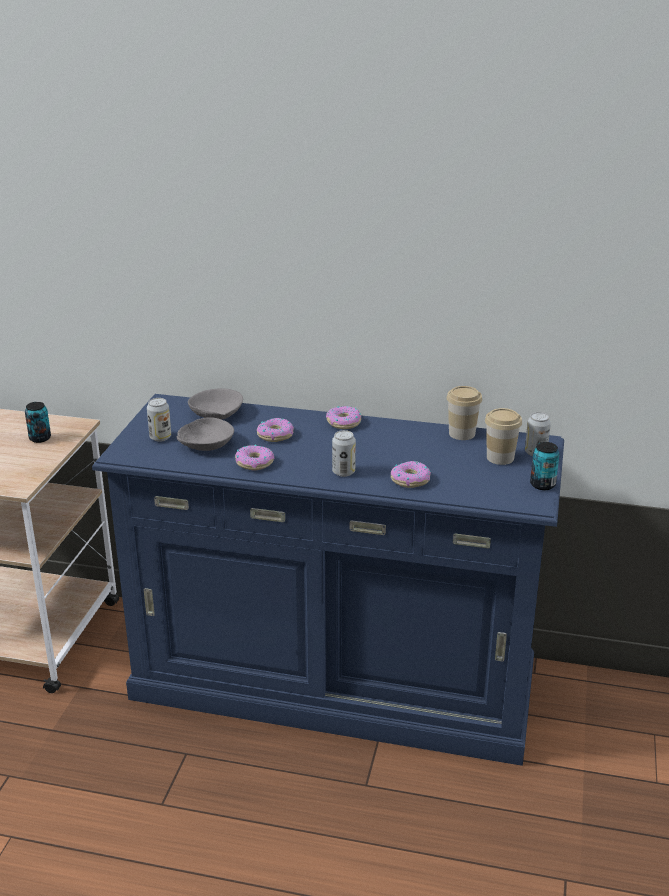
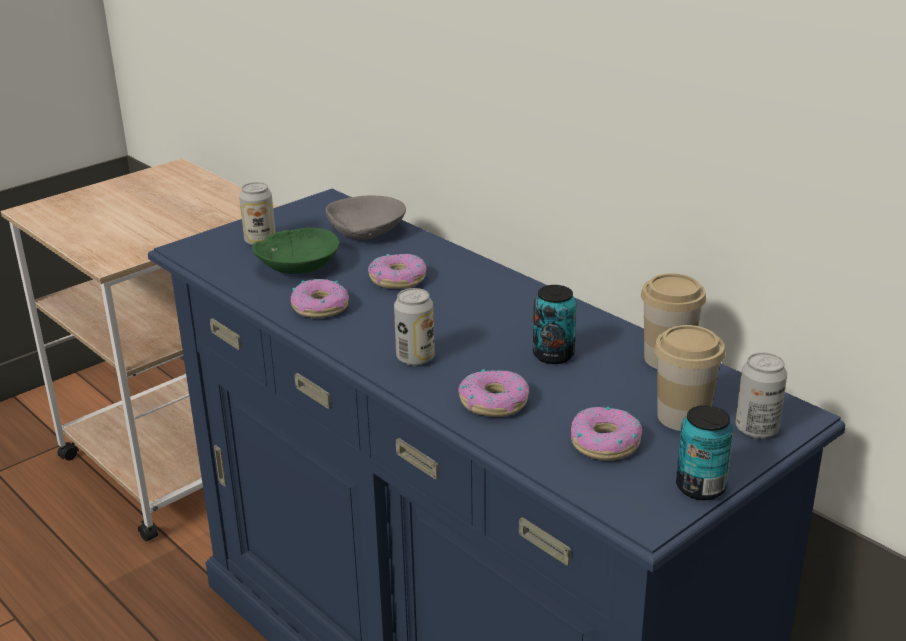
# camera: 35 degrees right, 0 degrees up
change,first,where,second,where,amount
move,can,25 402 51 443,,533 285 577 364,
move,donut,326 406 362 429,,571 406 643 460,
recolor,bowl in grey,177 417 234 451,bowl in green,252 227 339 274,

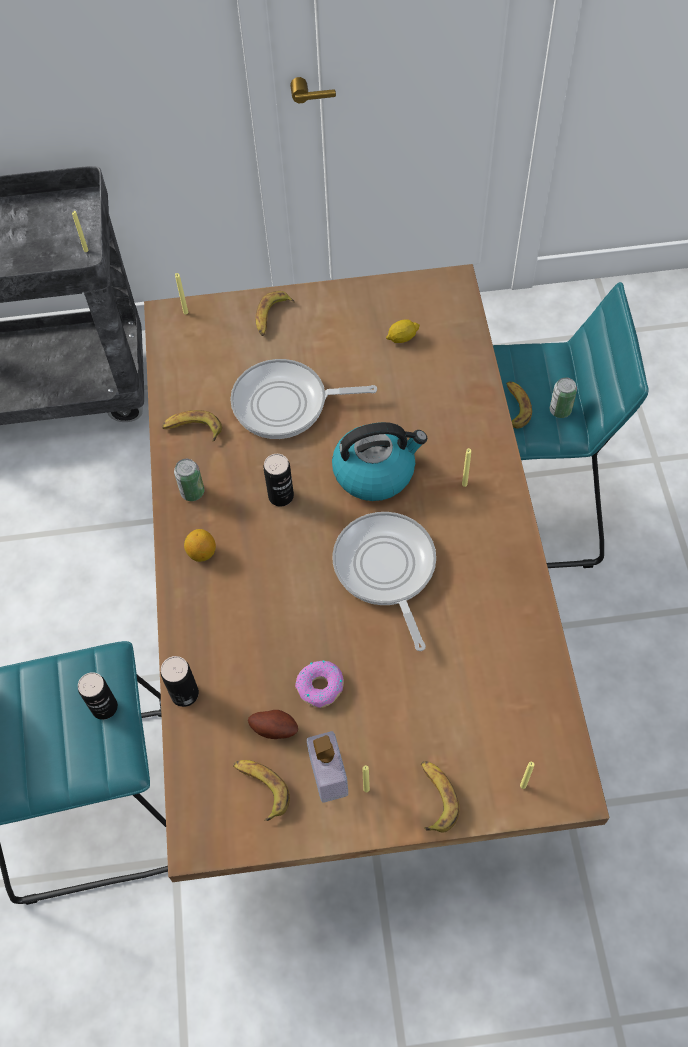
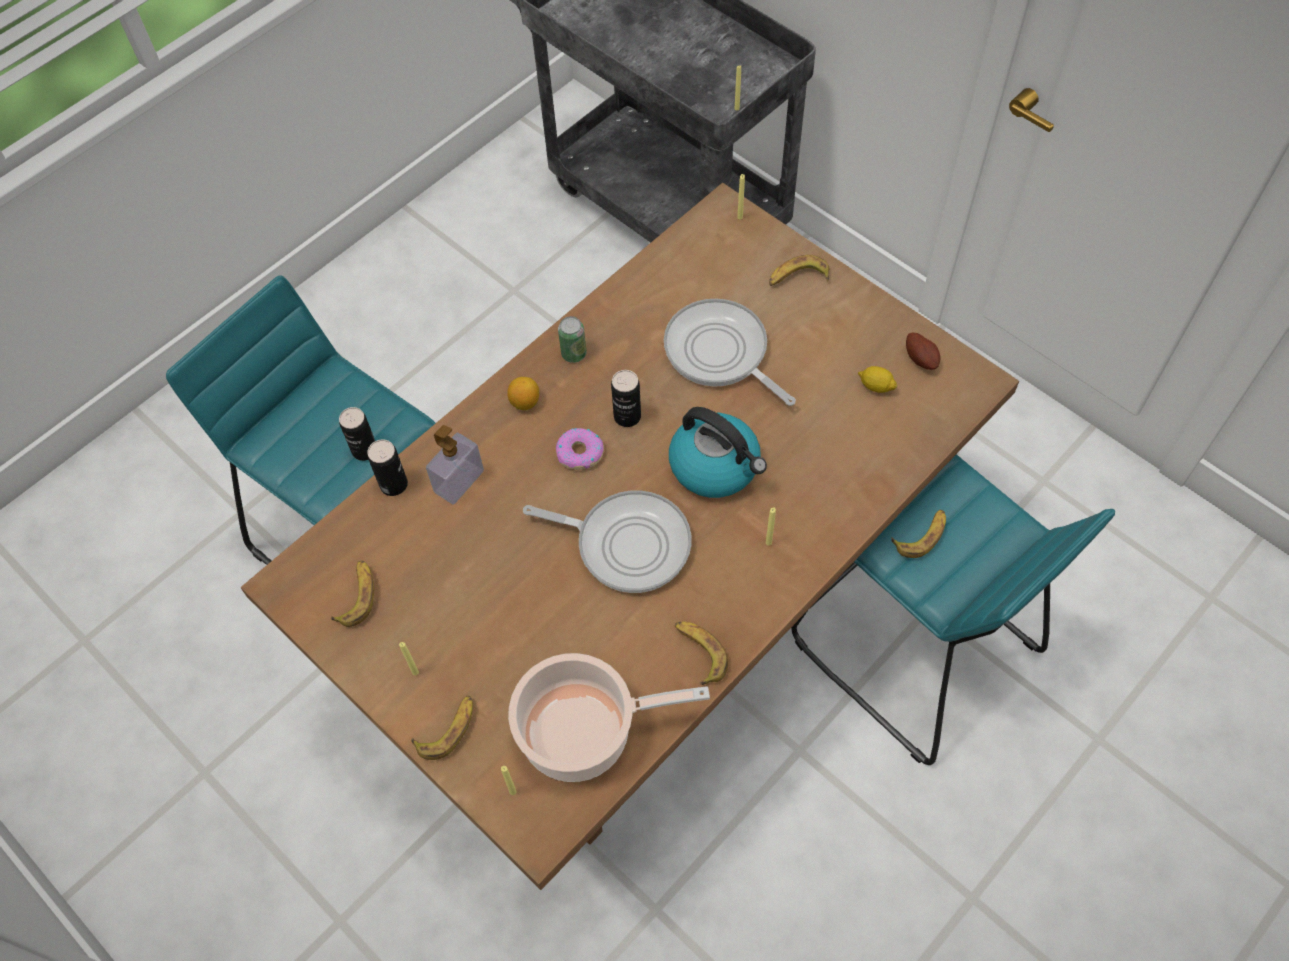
# camera: 50 degrees right, 0 degrees up
change,first,where,second,where,amount
delete,can,550 378 577 418,,,
move,banana,162 410 222 442,,675 622 728 685,
rotate,frying pan,333 512 436 651,,523 490 692 593,75 degrees clockwise
move,donut,295 660 344 708,,556 428 604 470,
move,potato,248 710 298 739,,906 333 940 370,
move,soap dispenser,307 731 348 803,,426 425 484 505,
insert,,,cooking pot,508 653 710 782,

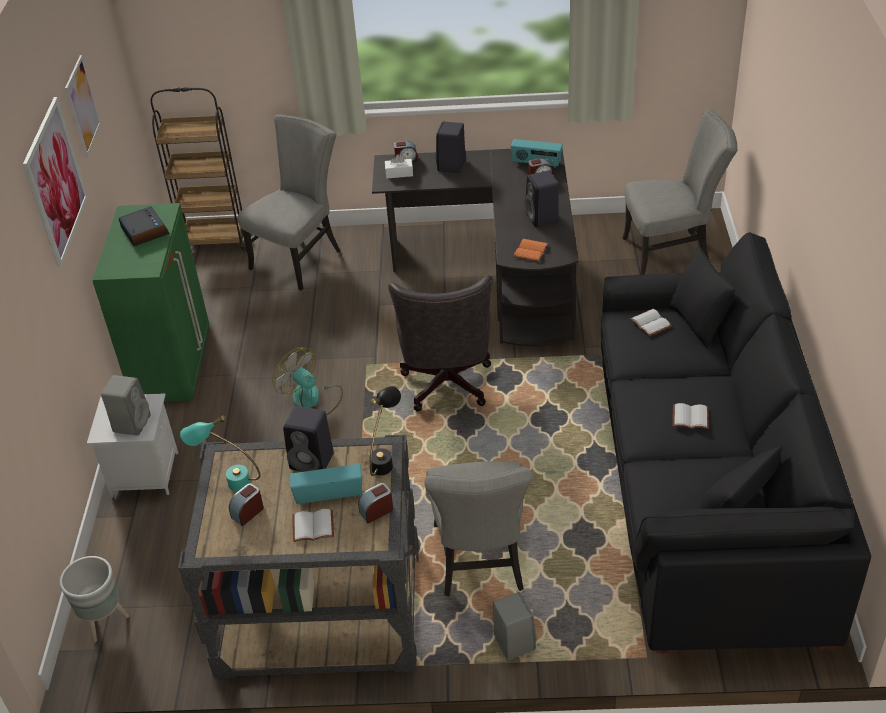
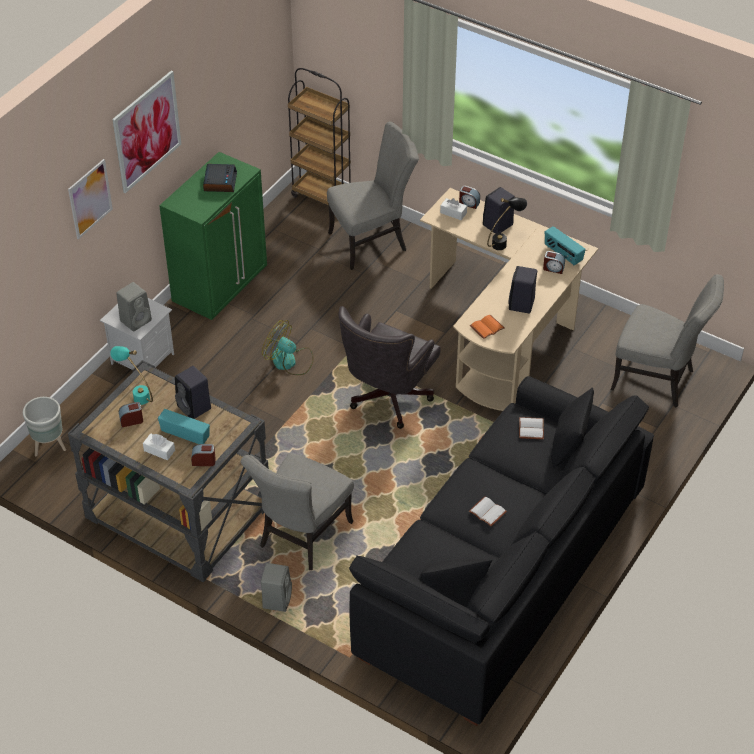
# camera: 30 degrees right, 5 degrees up
change,first,where,second,where,amount
move,picture,65 55 101 157,,68 159 113 239,
recolor,desk in black,372 149 578 346,desk in beige,420 188 598 411,
rotate,fan,272 347 343 416,,262 320 314 375,45 degrees counterclockwise
move,table lamp in black,369 386 401 476,,487 197 527 250,
replace,book in white,293 509 334 542,tissue box in white,143 433 175 460,

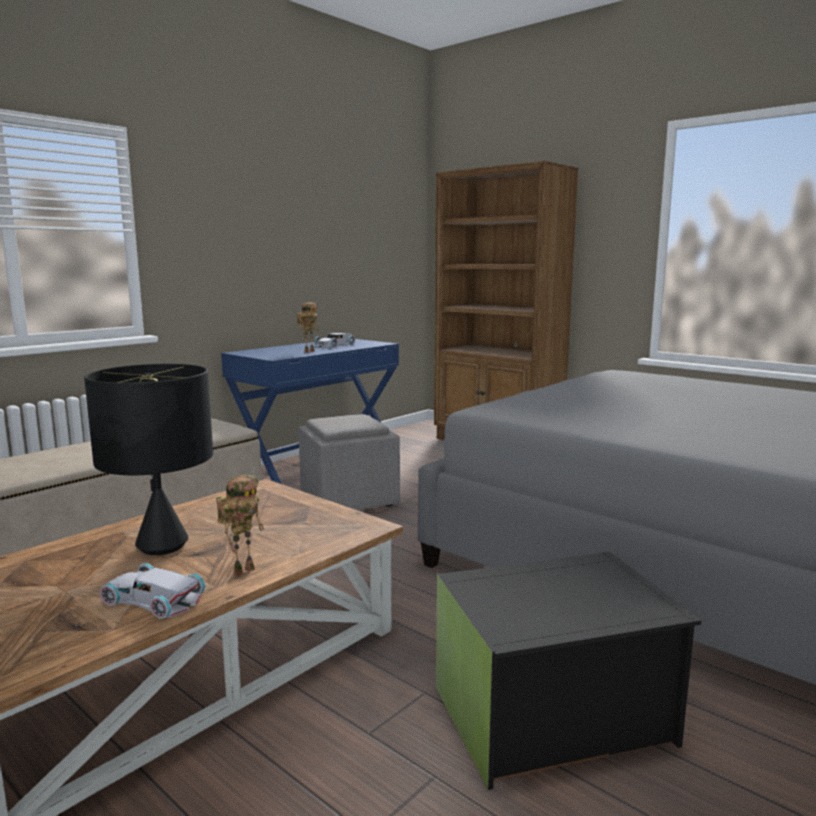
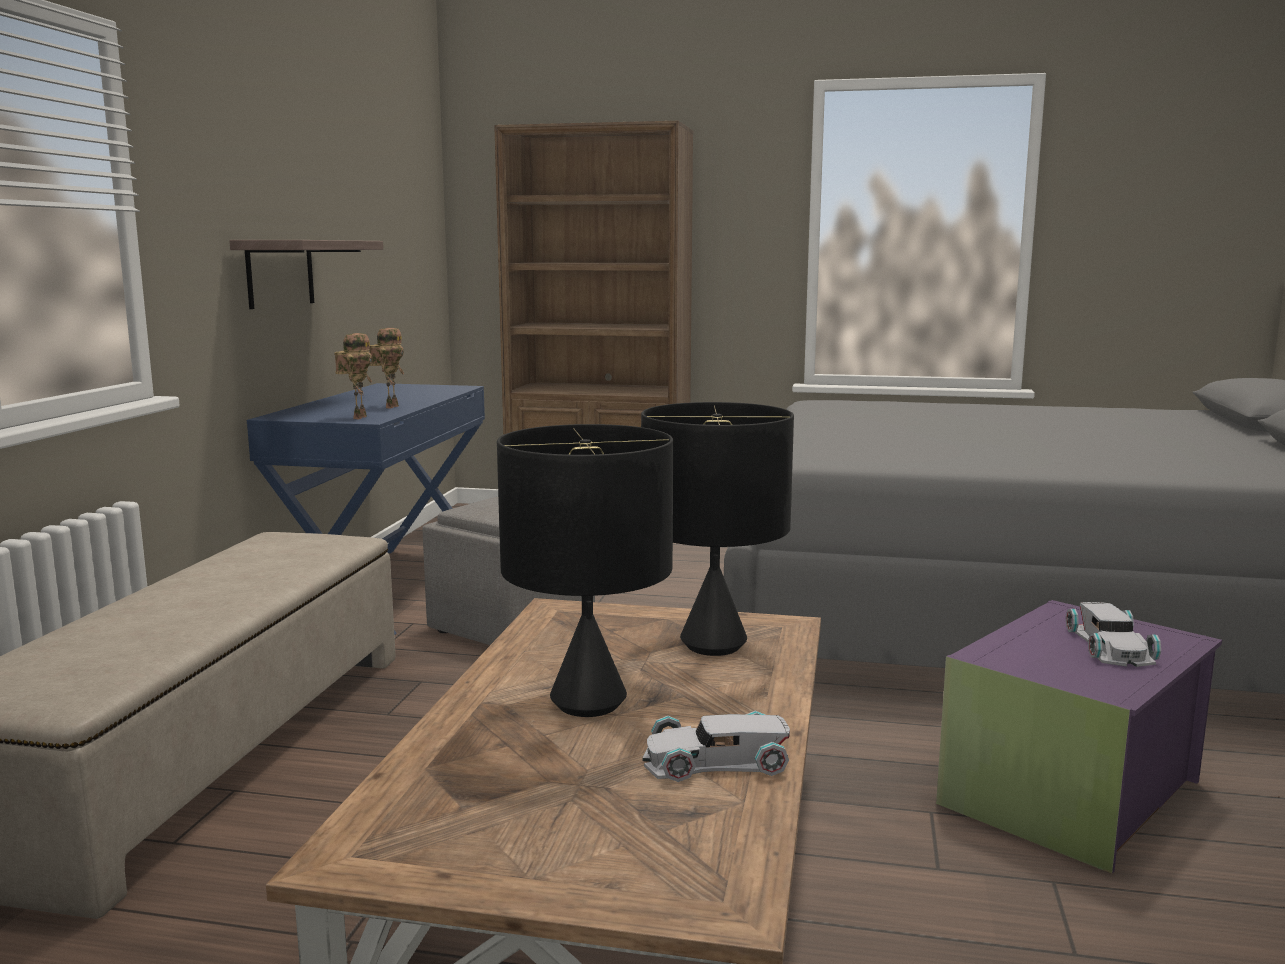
# camera: 30 degrees left, 0 degrees up
change,first,where,second,where,amount
move,toy car in white,314 333 355 348,,1066 602 1161 667,
move,toy robot,216 475 264 577,,334 333 372 419,
recolor,storage box in black,436 552 702 790,storage box in purple,936 600 1222 874,
insert,,,shelf,229 240 383 309,
insert,,,table lamp in black,641 402 794 656,

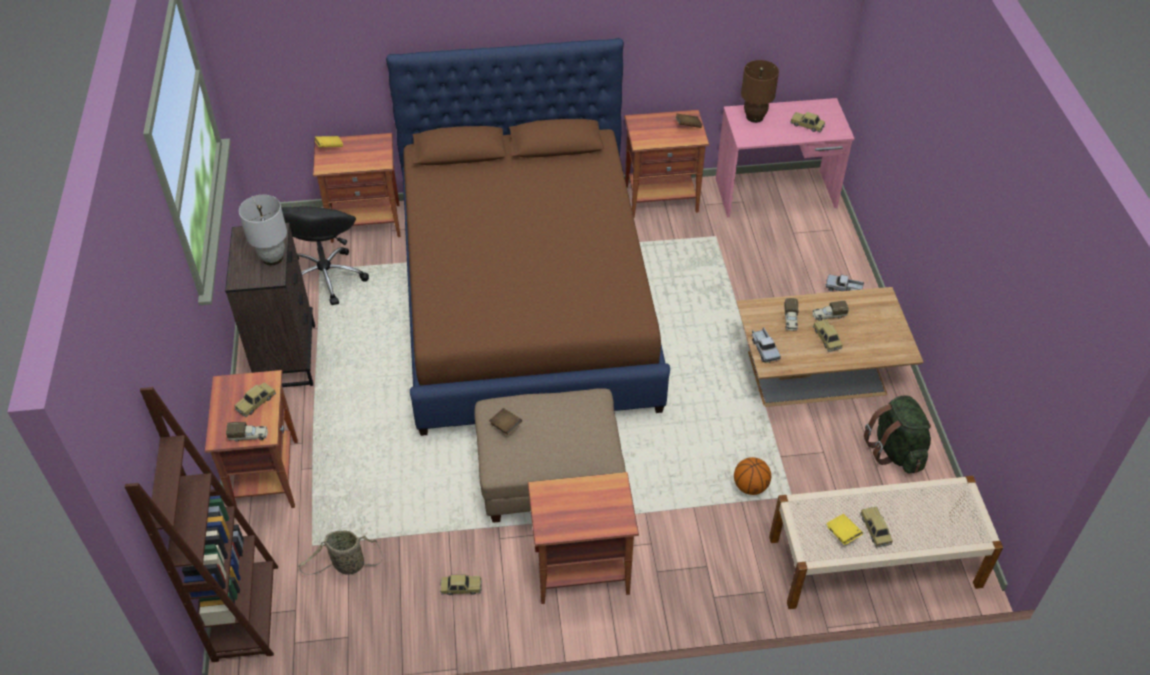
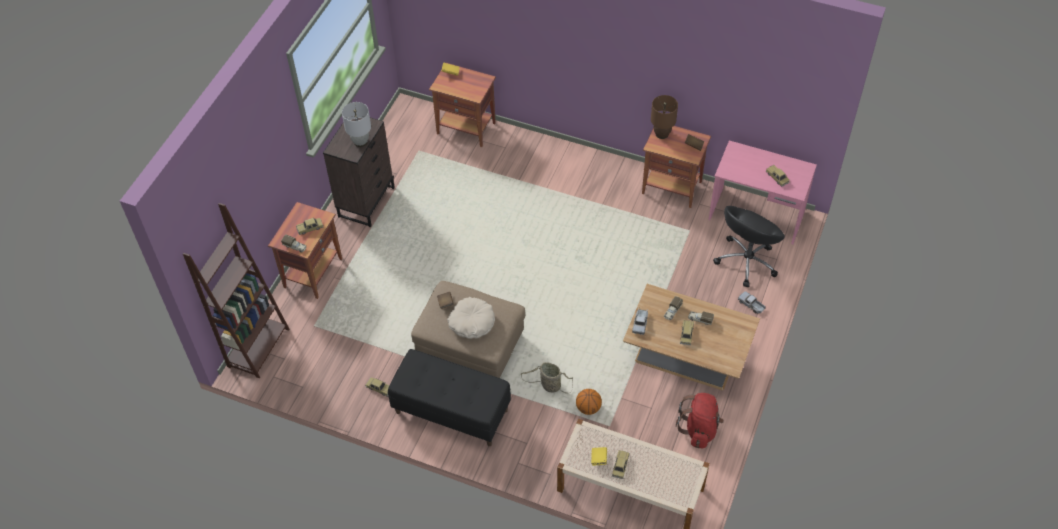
# camera: 30 degrees right, 5 degrees up
change,first,where,second,where,amount
delete,bed in brown,386 38 670 436,,,
move,table lamp in brown,741 60 779 123,,651 95 678 139,
move,office chair in black,281 206 369 305,,713 206 785 287,
recolor,backpack in green,864 396 931 473,backpack in red,676 393 724 448,
replace,nightstand,528 472 639 604,bench in black,388 349 511 446,
move,basket,298 530 382 575,,521 362 573 394,
insert,,,pillow in beige,447 297 495 339,

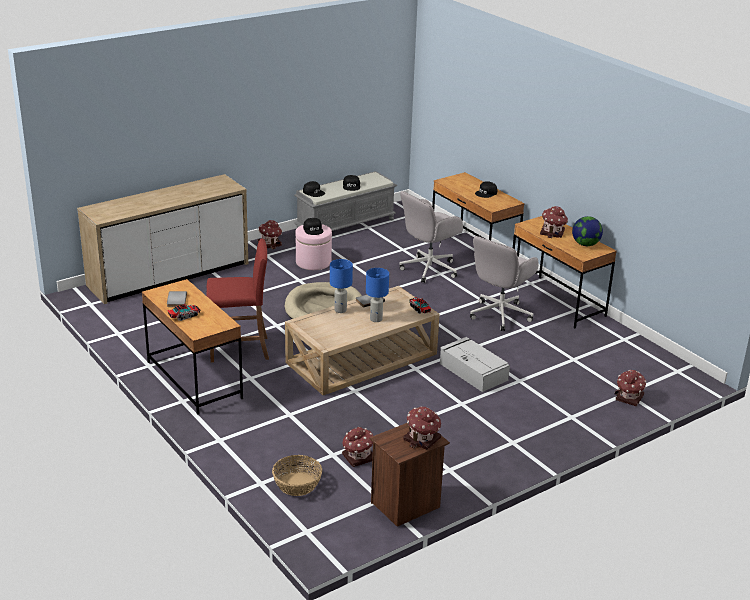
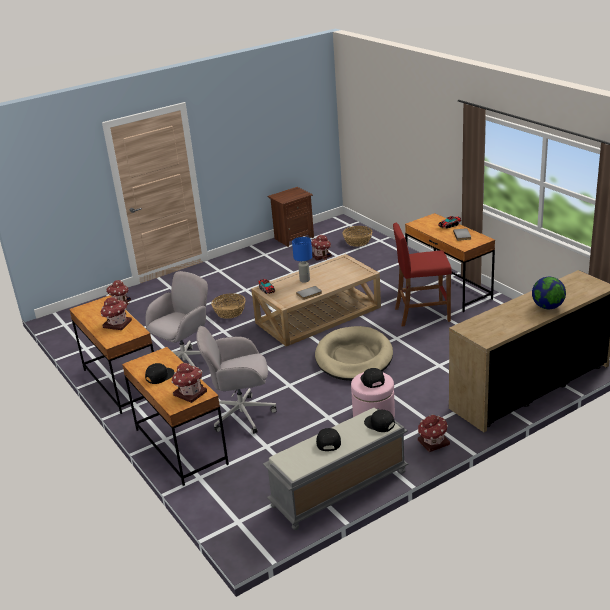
# camera: 175 degrees left, 0 degrees up
change,first,where,second,where,amount
rotate,office chair in grey,399 191 463 283,,196 326 277 434,150 degrees counterclockwise
move,globe,572 216 603 246,,532 277 566 309,
delete,table lamp in blue,330 259 353 313,,,
replace,storage box in grey,440 337 510 392,basket,211 293 246 319,
move,toy house,403 407 441 450,,172 363 207 403,

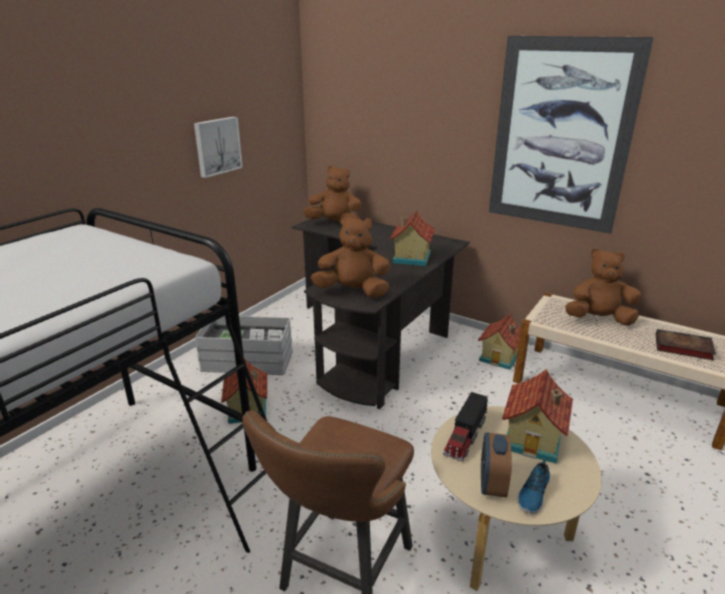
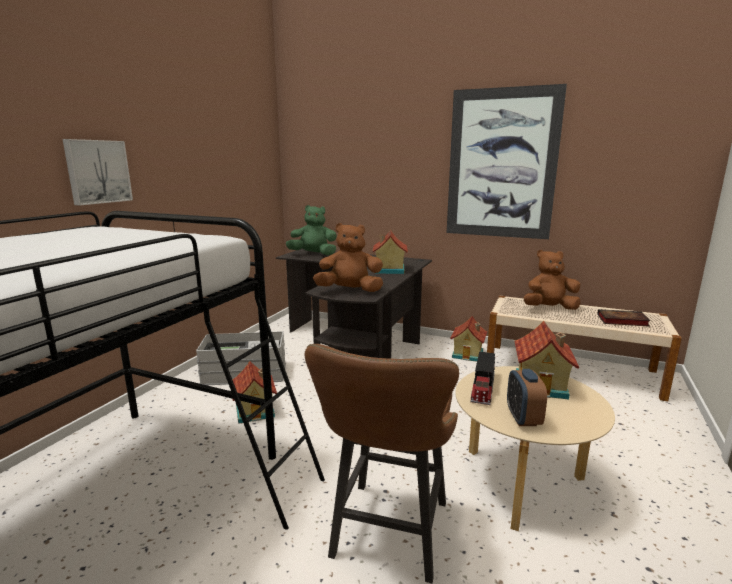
# camera: 10 degrees left, 10 degrees down
change,first,where,second,where,amount
move,picture,194 117 243 178,,62 139 133 206,
recolor,plush toy in brown,303 166 362 222,plush toy in green,286 205 337 255,
delete,shoe,518 458 550 514,,,

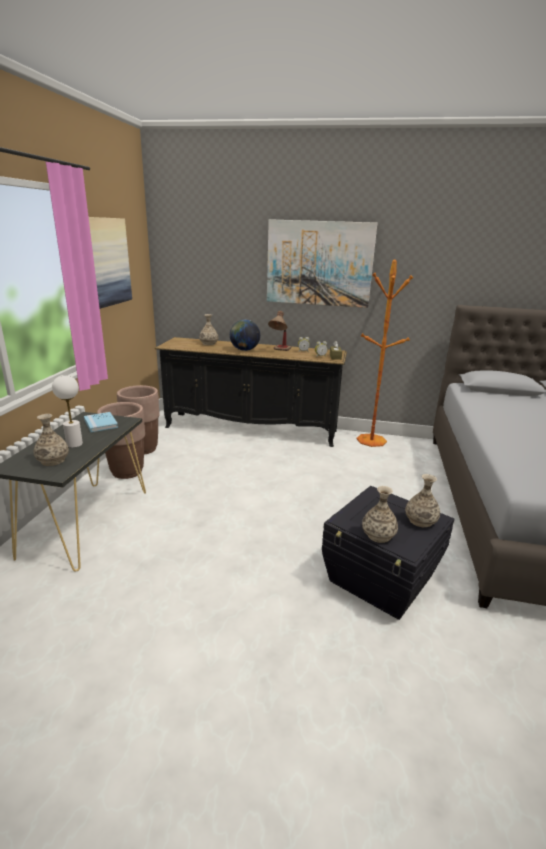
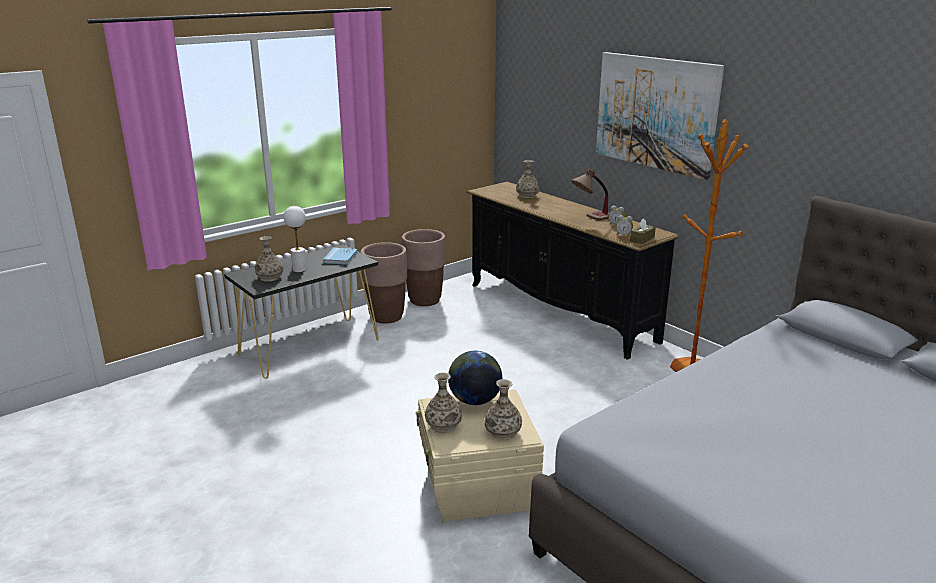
# camera: 40 degrees right, 0 degrees up
change,first,where,second,where,amount
delete,picture,89 217 132 309,,,
move,globe,230 320 260 351,,448 351 502 405,
recolor,storage box in black,322 486 454 620,storage box in beige,416 389 544 522,

